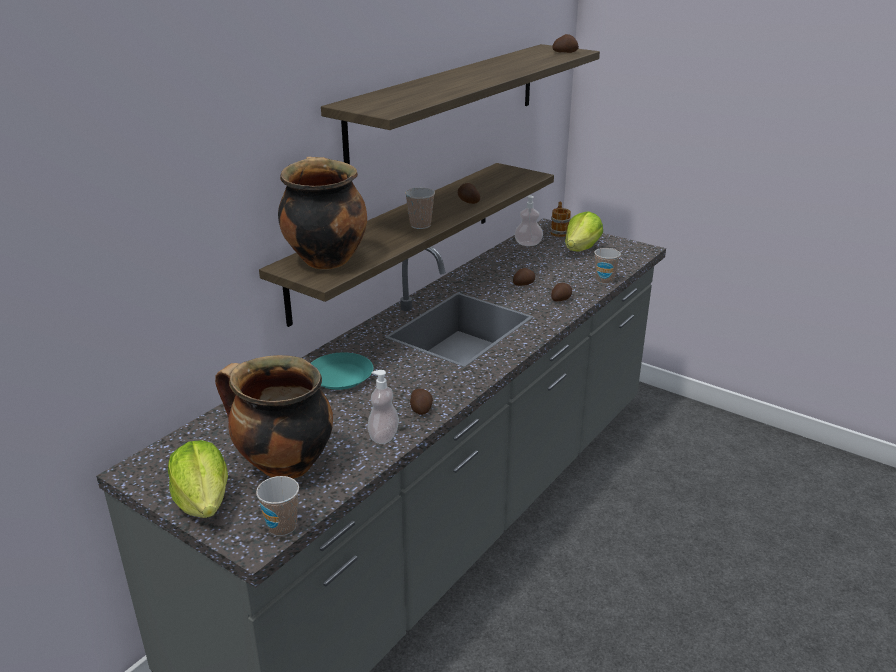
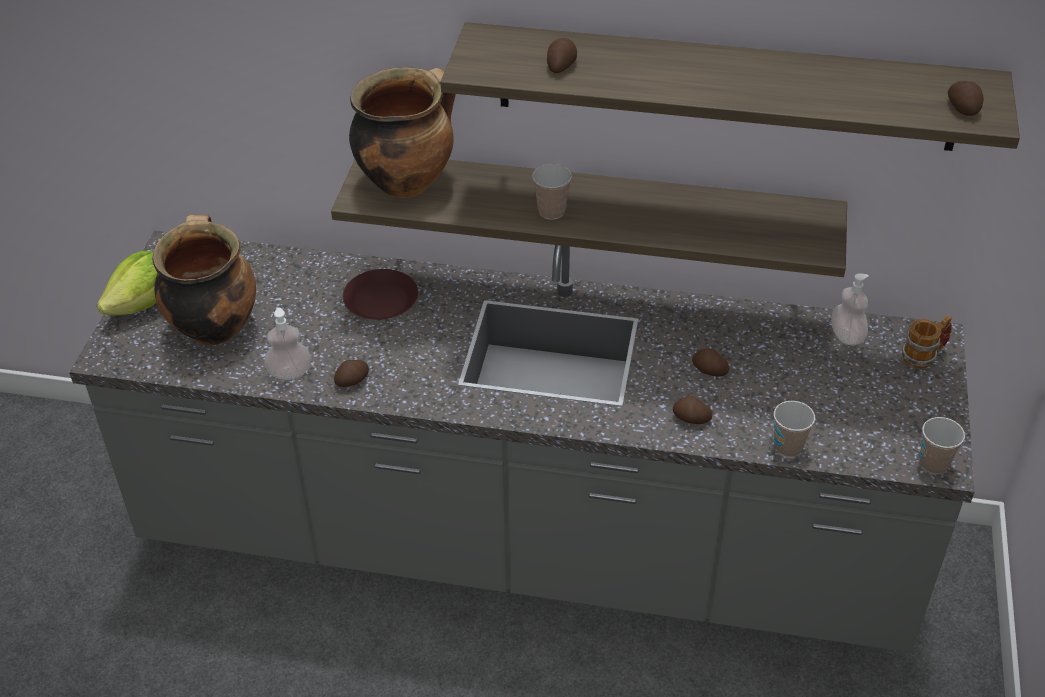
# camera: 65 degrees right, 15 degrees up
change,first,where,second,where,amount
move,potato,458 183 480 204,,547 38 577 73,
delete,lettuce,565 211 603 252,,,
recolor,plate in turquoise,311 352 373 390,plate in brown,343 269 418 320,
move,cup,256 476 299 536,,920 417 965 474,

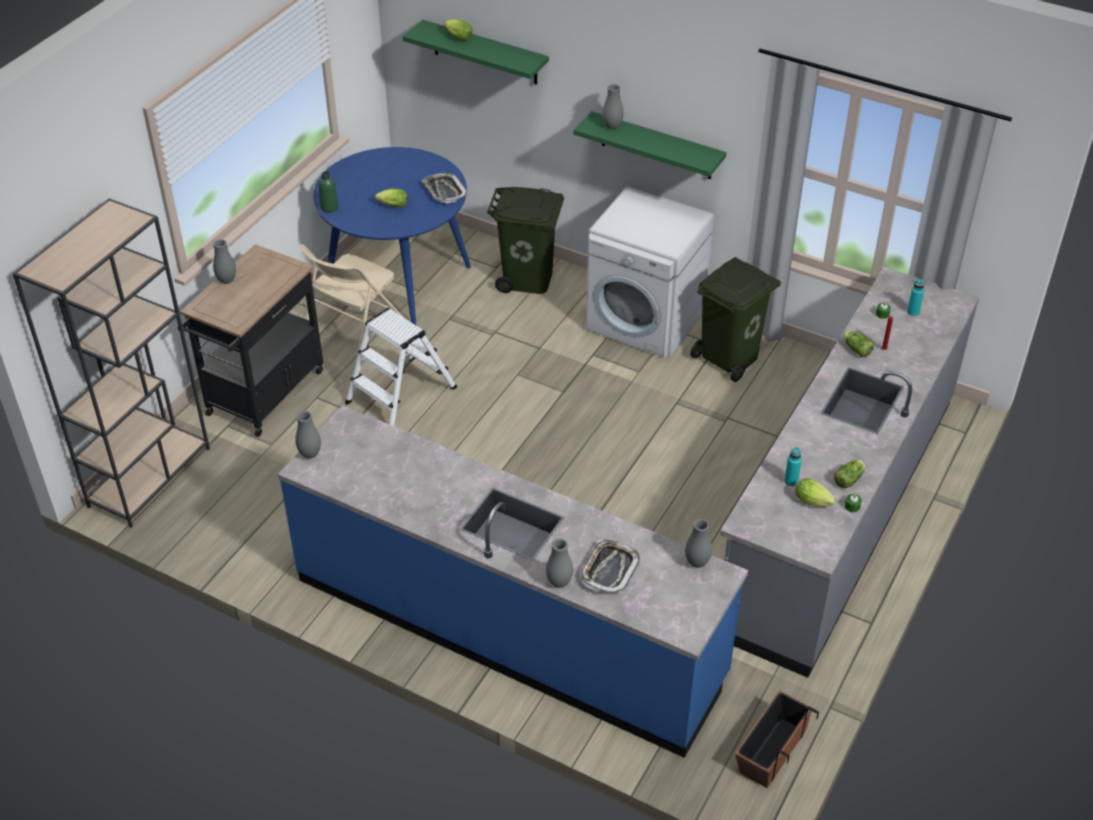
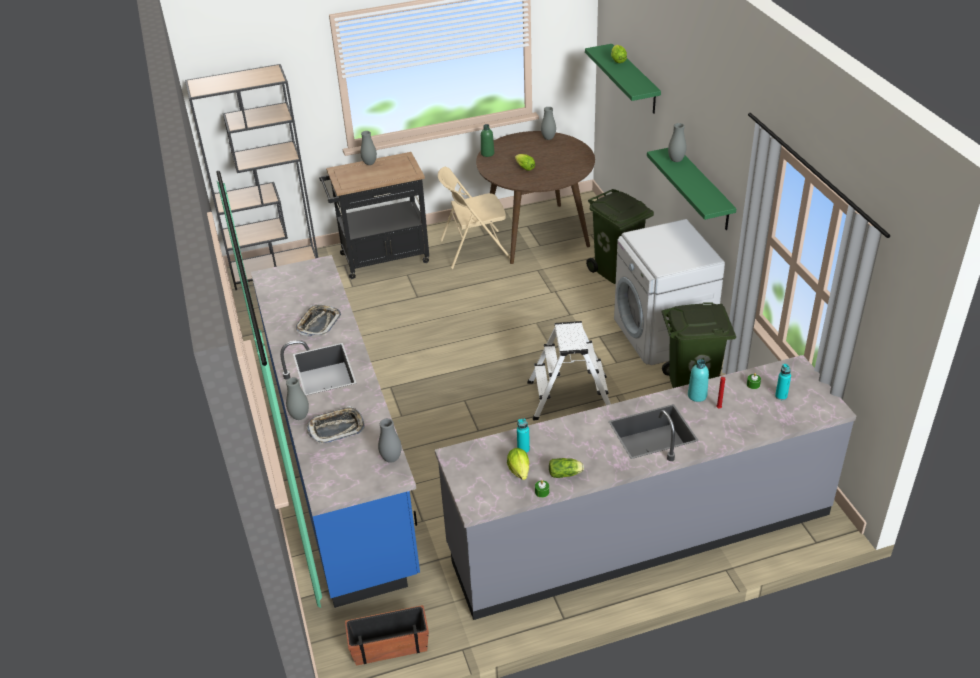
# camera: 45 degrees right, 5 degrees down
change,first,where,second,where,amount
recolor,dining table in blue,313 147 471 325,dining table in brown,476 131 595 264,
move,tray,422 173 468 203,,296 304 341 337,
move,step ladder in white,345 307 457 426,,527 321 611 420,
replace,lettuce,843 330 874 357,bottle in turquoise,688 359 709 402,
move,vase in grey,295 411 321 459,,541 107 556 140,

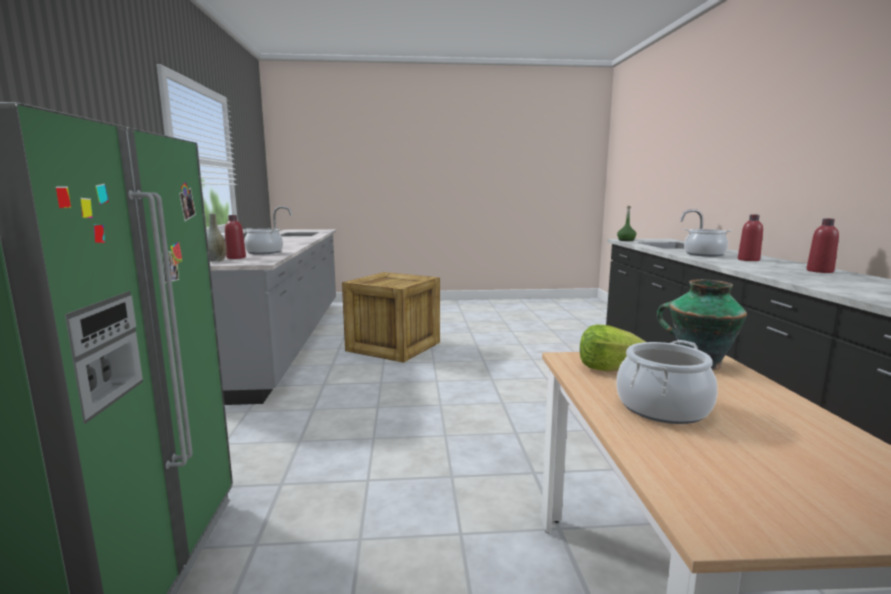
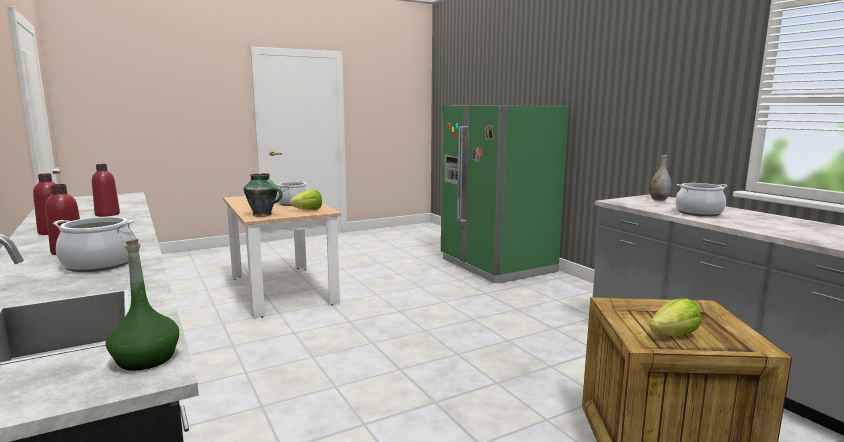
# camera: 155 degrees right, 0 degrees up
change,first,where,second,where,amount
move,bottle in red,225 215 246 259,,92 164 120 217,
insert,,,lettuce,649 298 701 336,

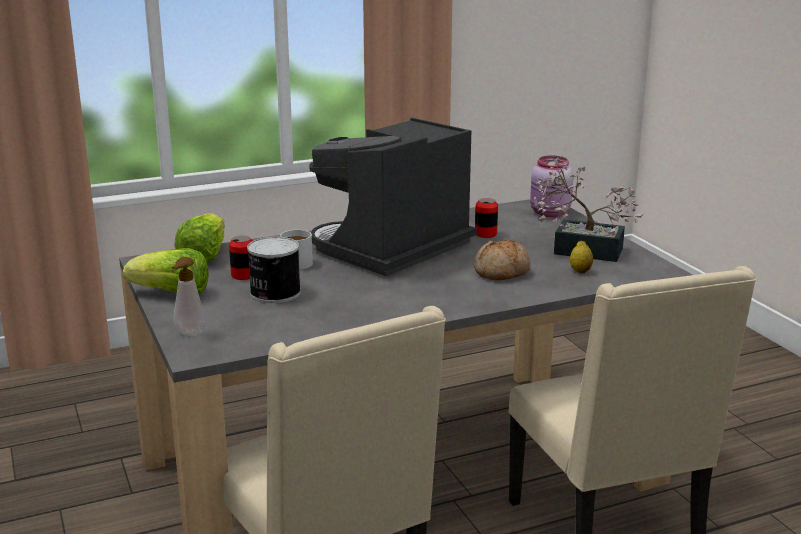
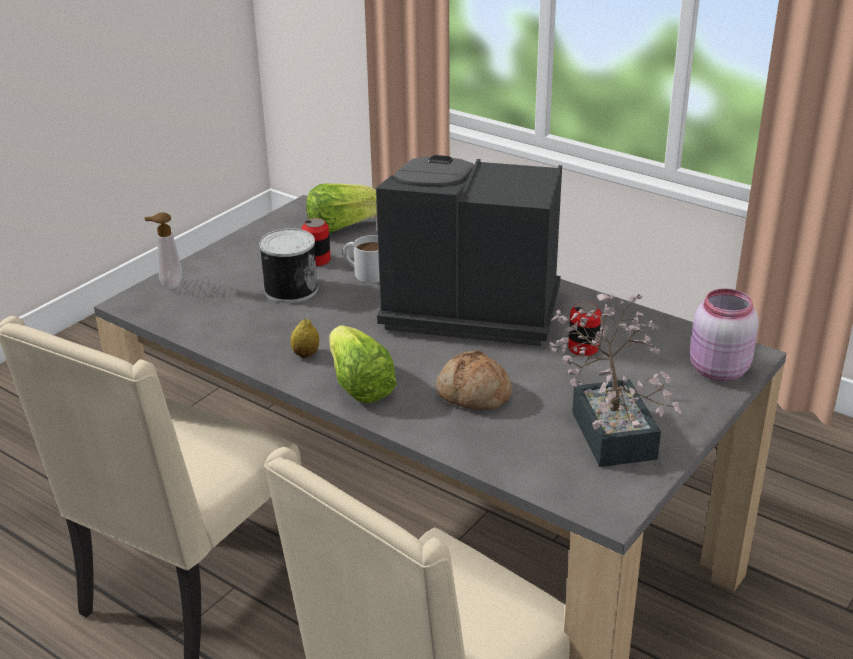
# camera: 60 degrees right, 10 degrees up
change,first,where,second,where,amount
move,lemon,570 241 593 273,,291 319 319 358,
move,lettuce,123 248 209 295,,329 325 397 403,

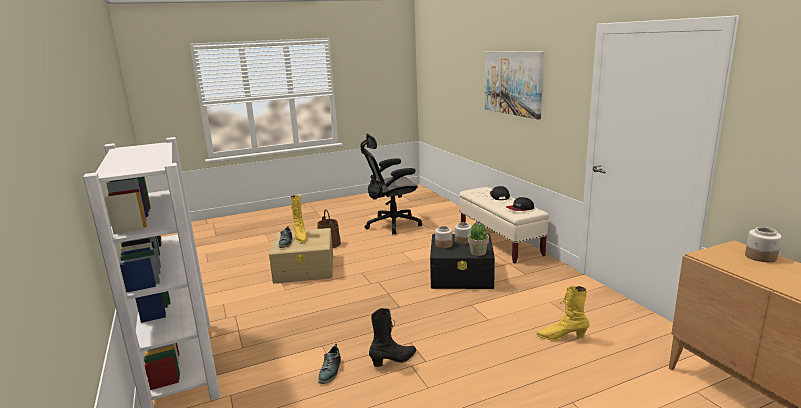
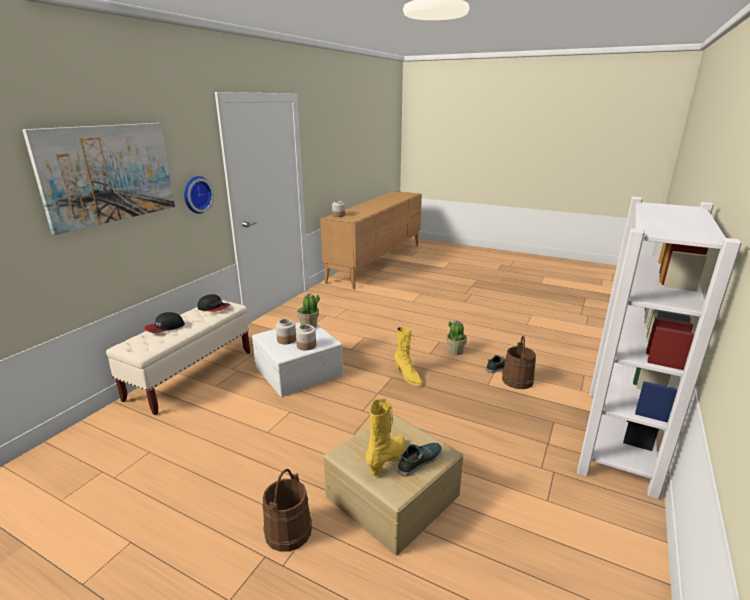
# camera: 130 degrees left, 5 degrees up
change,first,where,second,where,amount
delete,office chair,361 134 422 234,,,
recolor,storage box in black,430 234 495 289,storage box in white,252 322 343 397,
move,boot in yellow,536 286 589 341,,394 327 423 386,
replace,boot in black,369 308 416 367,potted plant,446 320 467 355,
insert,,,wall clock,184 176 214 214,
insert,,,bucket in brown,502 336 536 389,

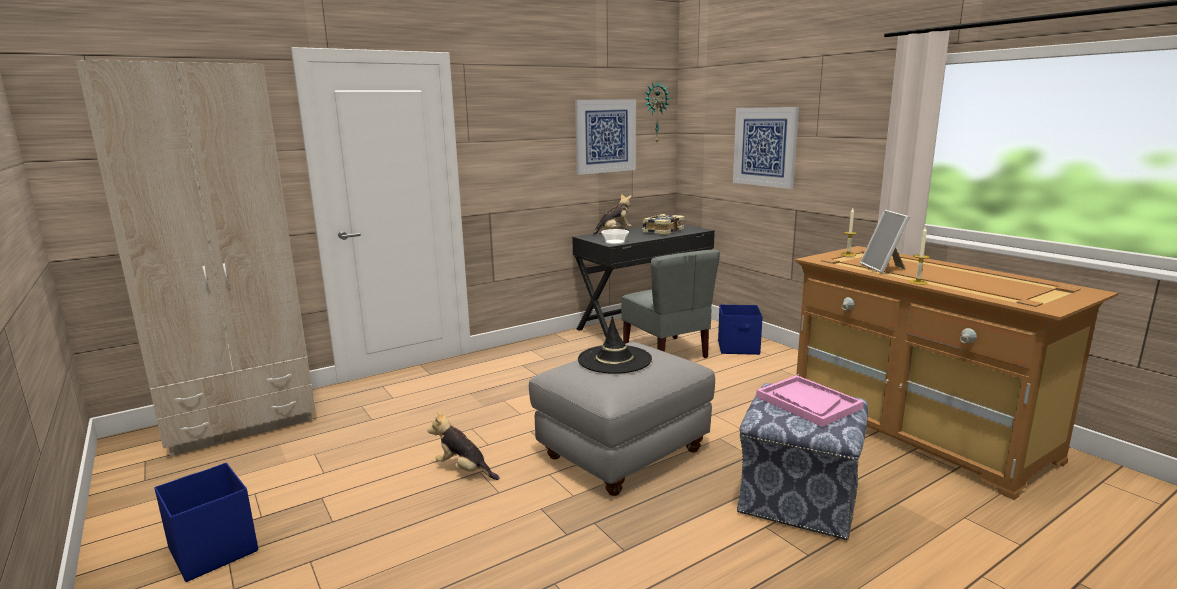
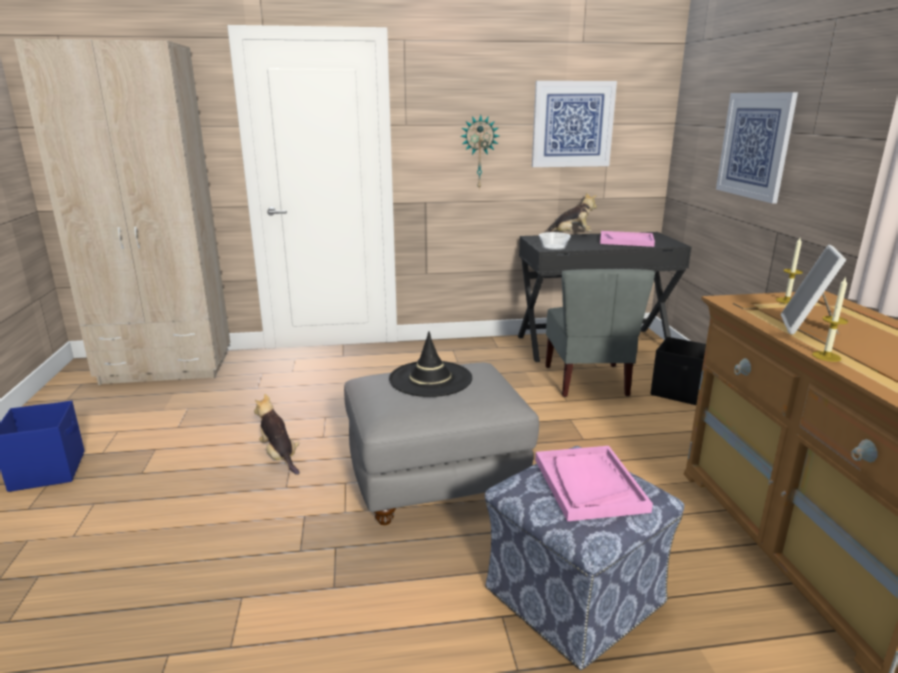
# camera: 25 degrees right, 5 degrees up
change,first,where,second,where,amount
move,wall clock,645 81 670 142,,461 115 499 189,
replace,book,642 214 685 235,tray in pink,600 231 655 247,
recolor,storage box in blue,718 304 763 355,storage box in black,651 337 706 405,

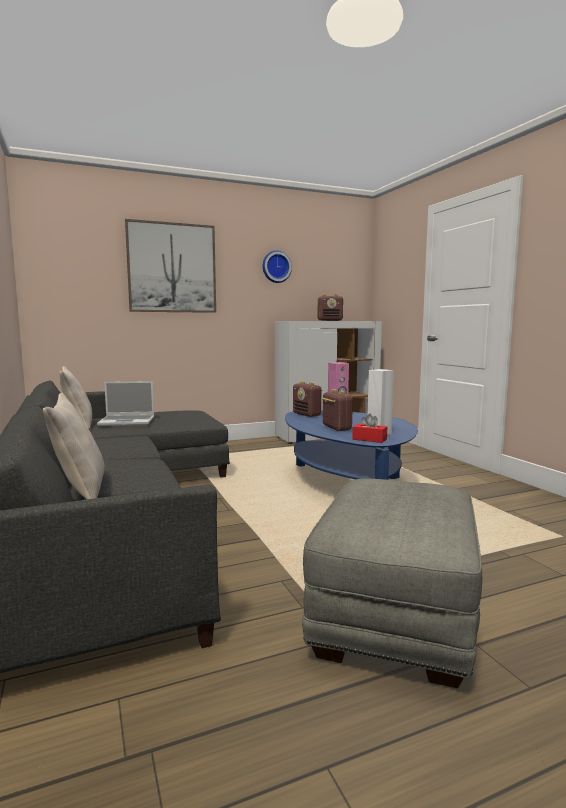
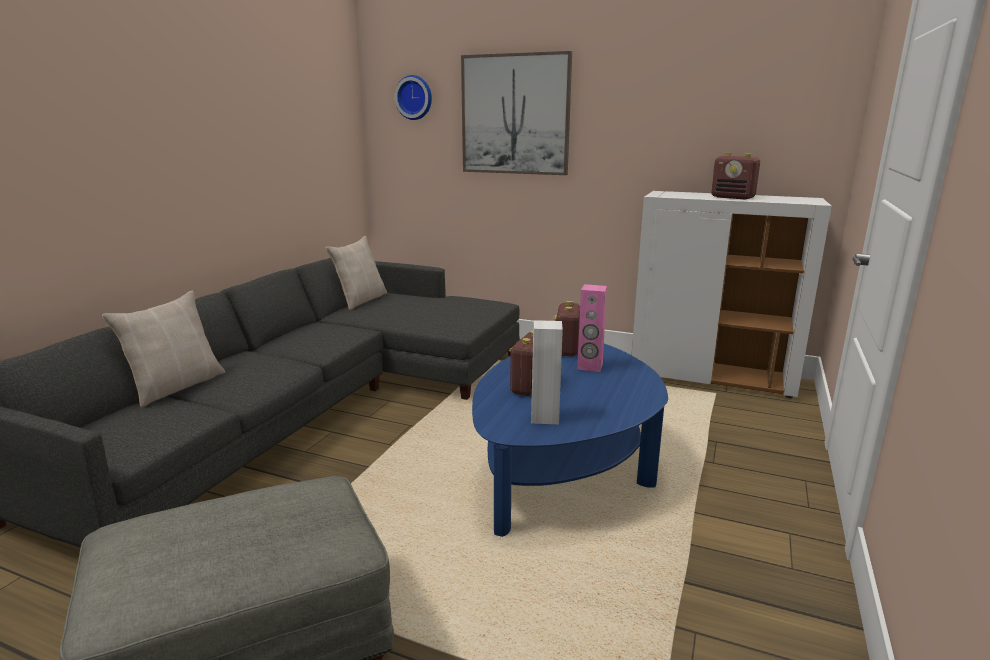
# camera: 45 degrees right, 10 degrees up
change,first,where,second,where,amount
move,wall clock,263 250 292 283,,394 75 432 120,
delete,laptop,97 381 154 426,,,
delete,tissue box in red,352 414 387 443,,,

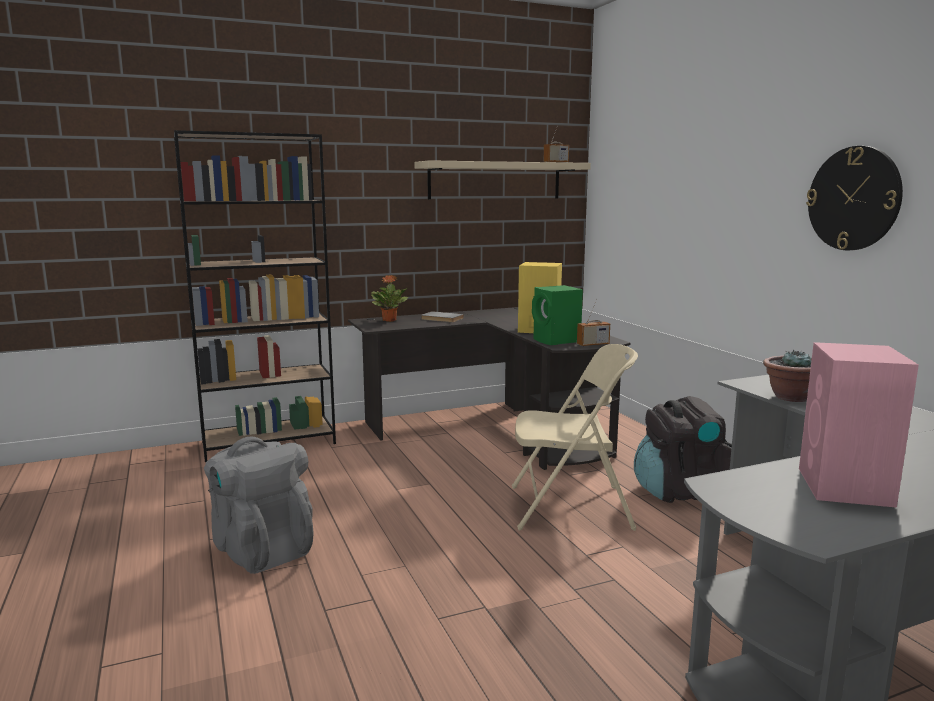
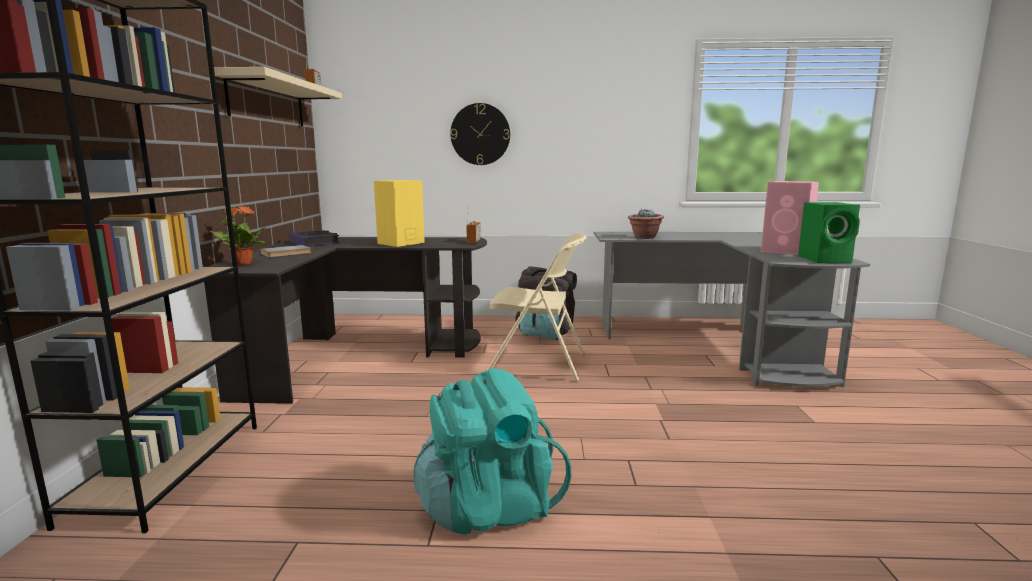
# camera: 65 degrees left, 0 degrees up
change,first,where,second,where,amount
move,wall clock,806 146 903 250,,450 103 510 165,
move,speaker in green,532 285 583 345,,798 202 860 263,
rotate,chair in beige,512 344 638 531,,487 233 587 382,75 degrees clockwise
recolor,backpack in grey,204 437 314 574,backpack in turquoise,413 368 572 535,
insert,,,book,289 230 339 246,

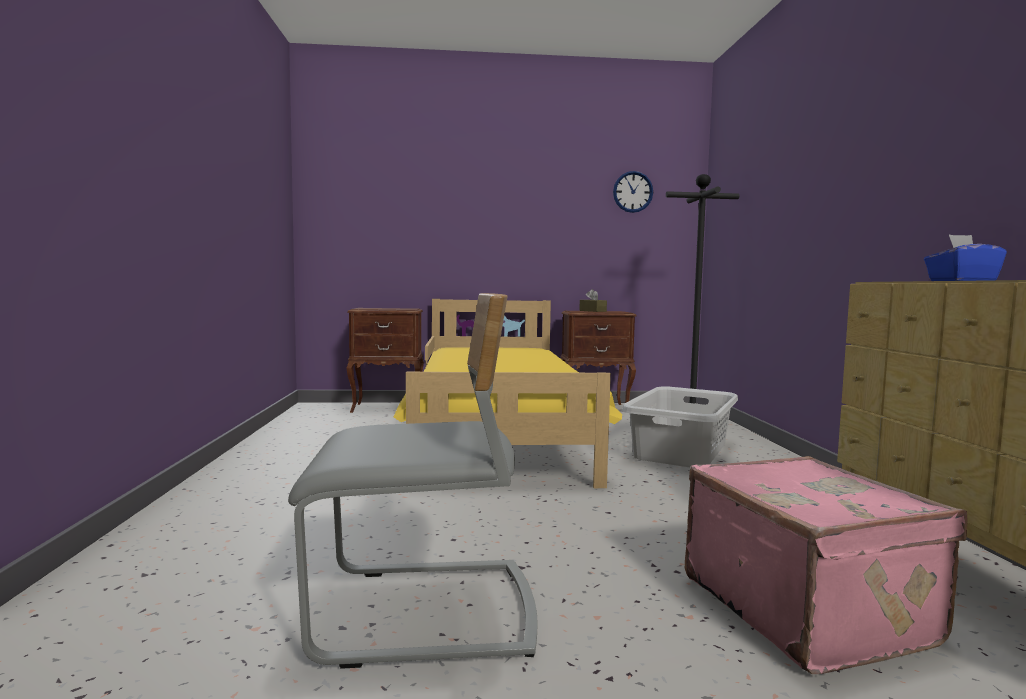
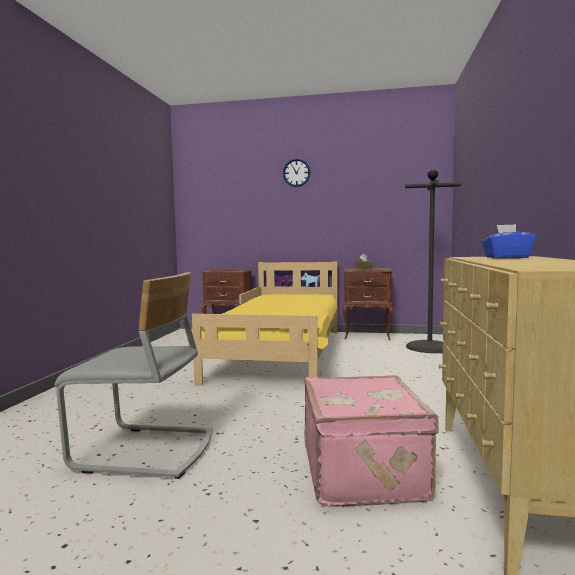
# camera: 15 degrees right, 0 degrees up
change,first,where,second,where,amount
move,wall clock,613 171 653 213,,283 158 311 187,
delete,laundry basket in grey,622 386 738 467,,,

